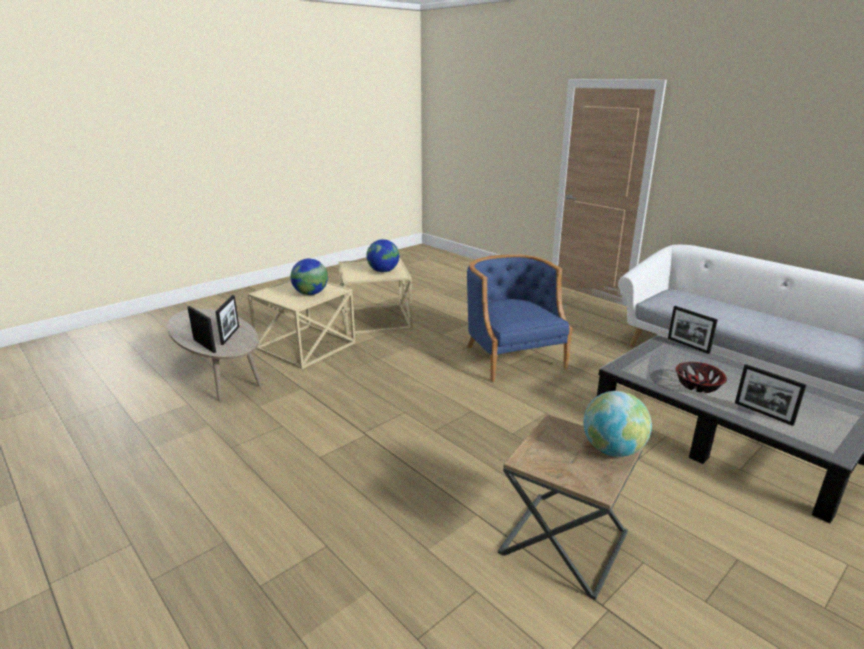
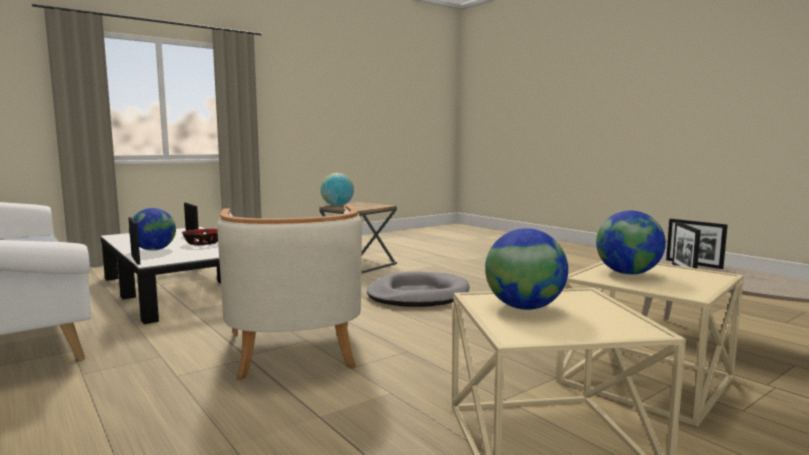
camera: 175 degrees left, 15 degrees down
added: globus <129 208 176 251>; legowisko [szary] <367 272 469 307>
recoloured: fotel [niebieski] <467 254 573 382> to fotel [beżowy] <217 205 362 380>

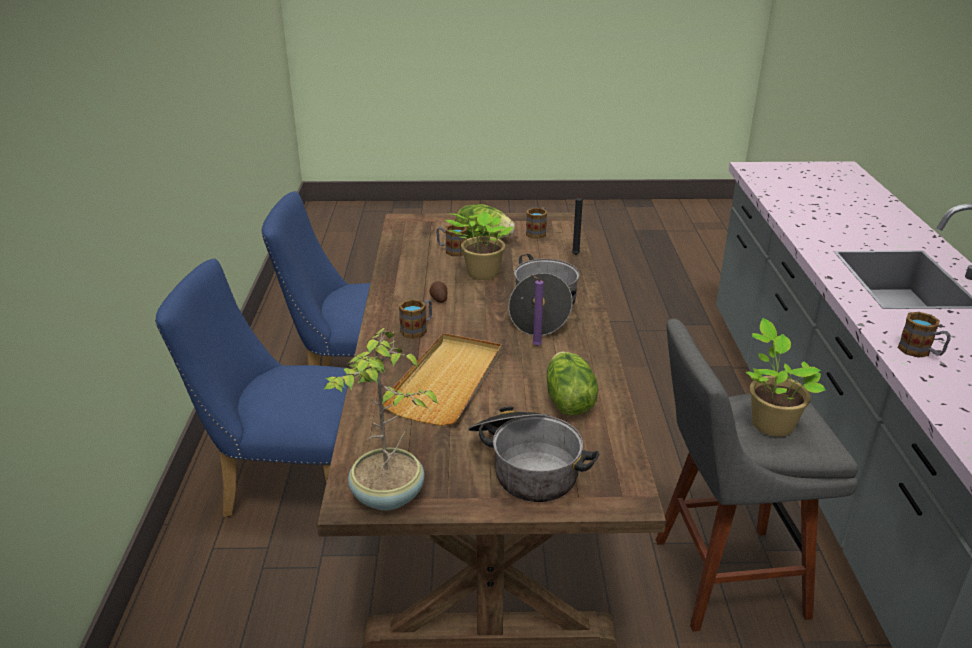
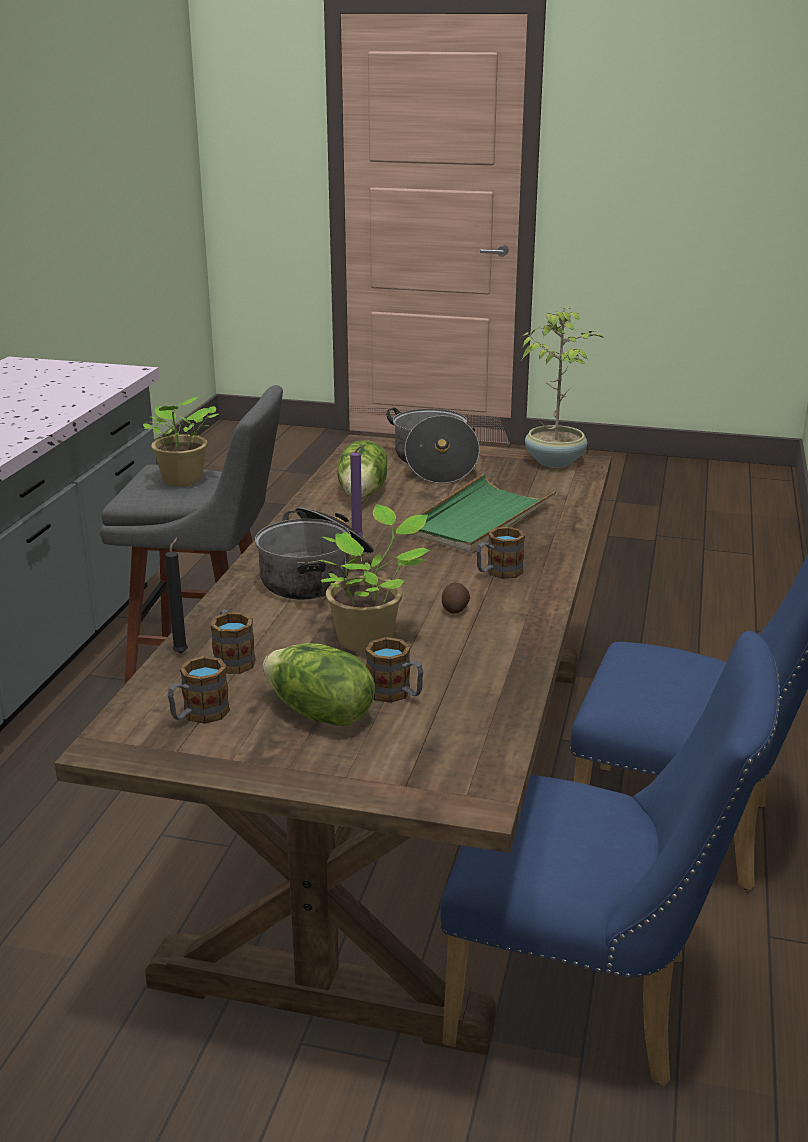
camera: 165 degrees left, 5 degrees down
moved: kubek <898 312 951 358> to <210 610 256 674>
recoloured: taca [beżowy] <383 333 502 426> to taca [zielony] <406 474 556 554>

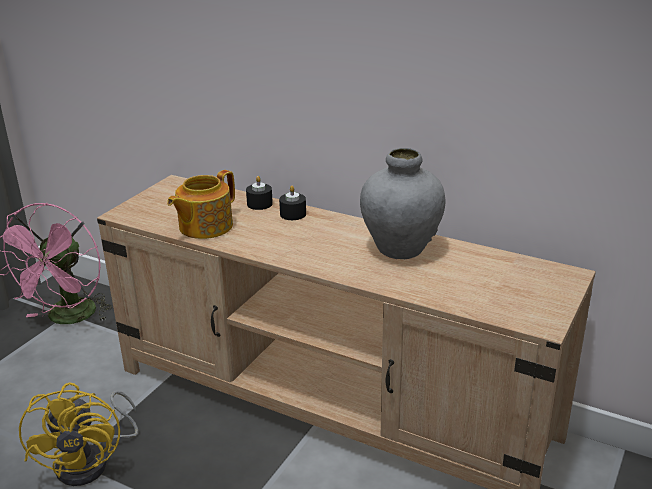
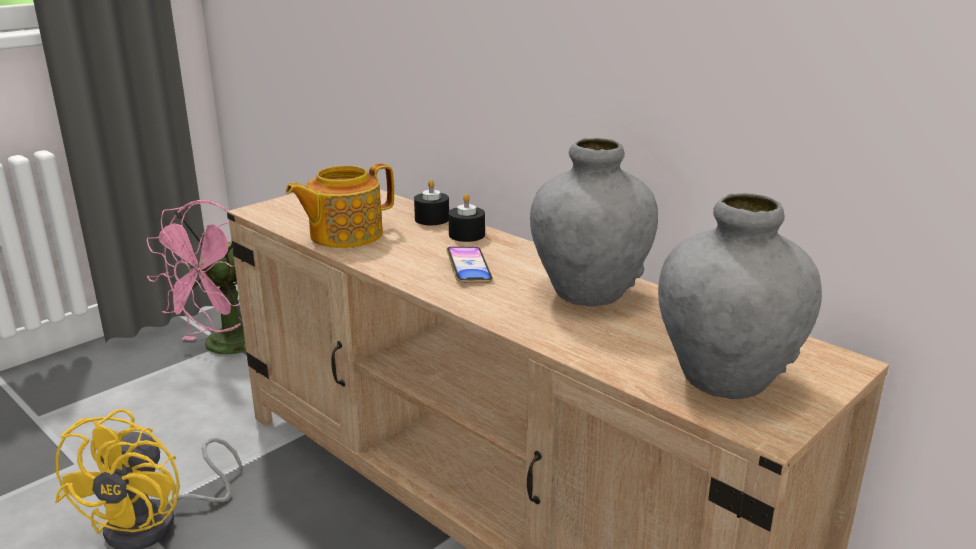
camera: 15 degrees right, 5 degrees down
added: wazon [szary] <658 193 822 399>; telefon <447 247 493 283>

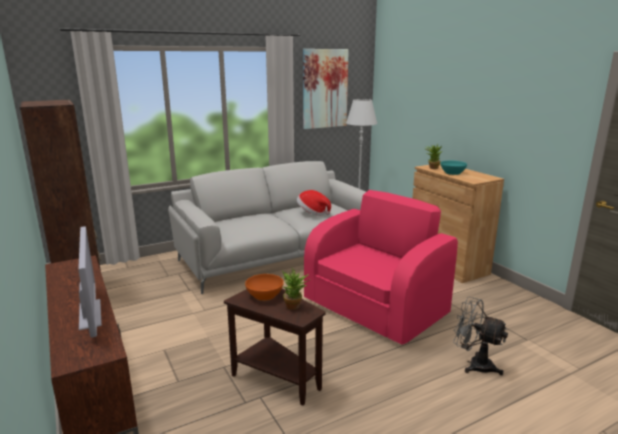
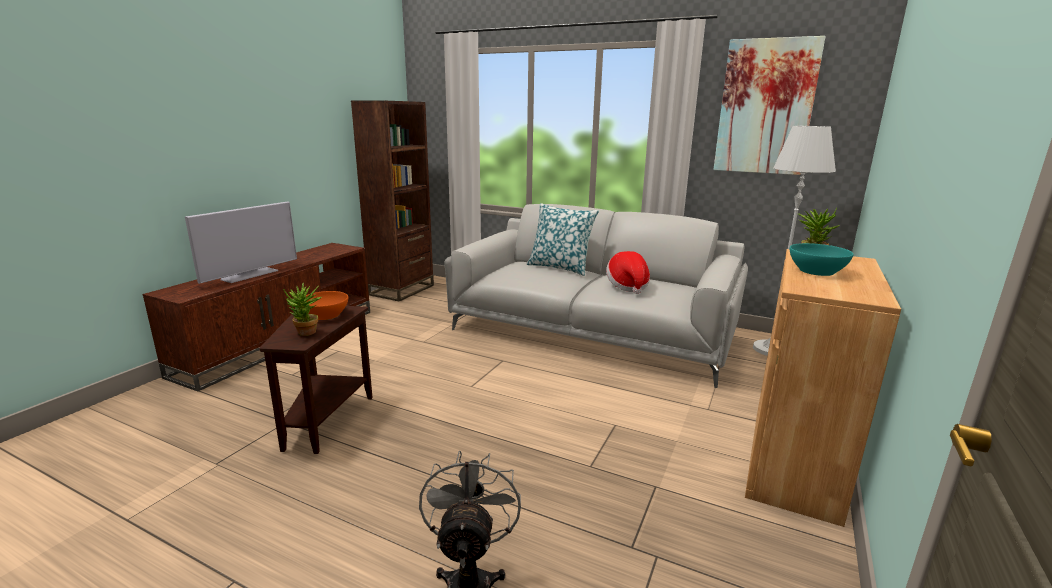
camera: 55 degrees right, 0 degrees up
removed: fotel [różowy] <304 190 458 345>
added: poduszka <527 203 599 276>

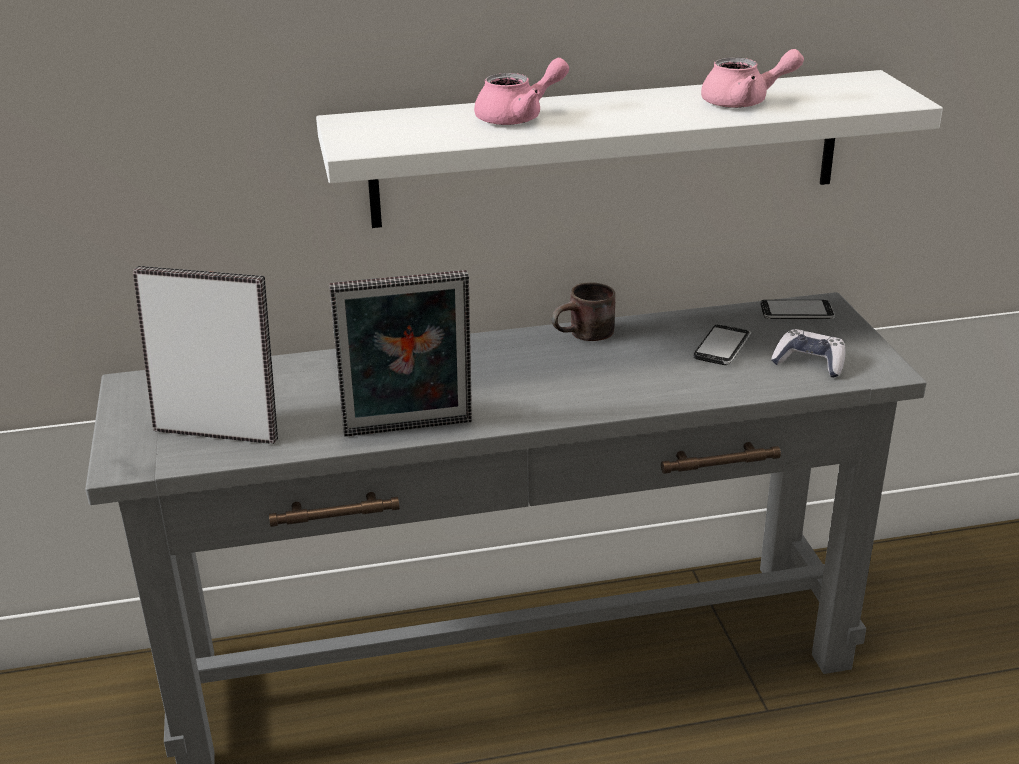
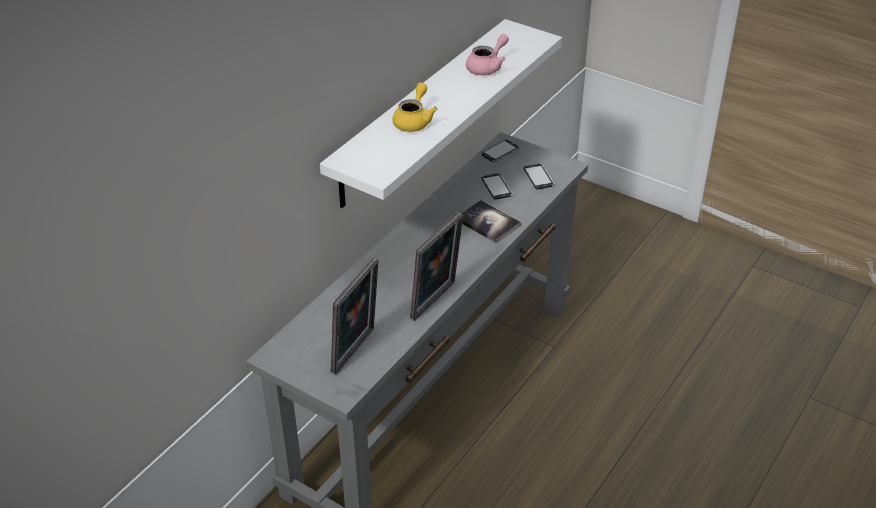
camera: 45 degrees left, 10 degrees up
removed: kubek [brązowy] <551 282 615 341>
added: książka <461 200 521 243>
replaced: pad do gier <771 329 846 378> to telefon <524 163 554 189>
recoloured: imbryk [różowy] <474 58 569 125> to imbryk [żółty] <392 83 438 132>
turned: ramka na zdjęcie <133 266 278 444> = <331 258 379 375> 150 degrees clockwise

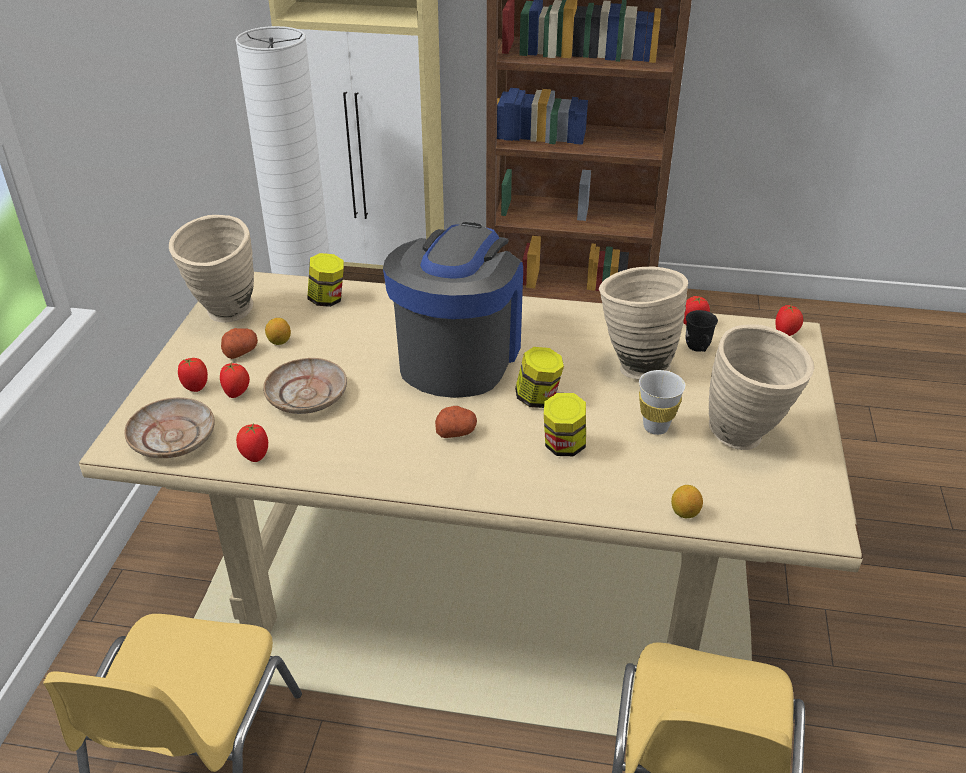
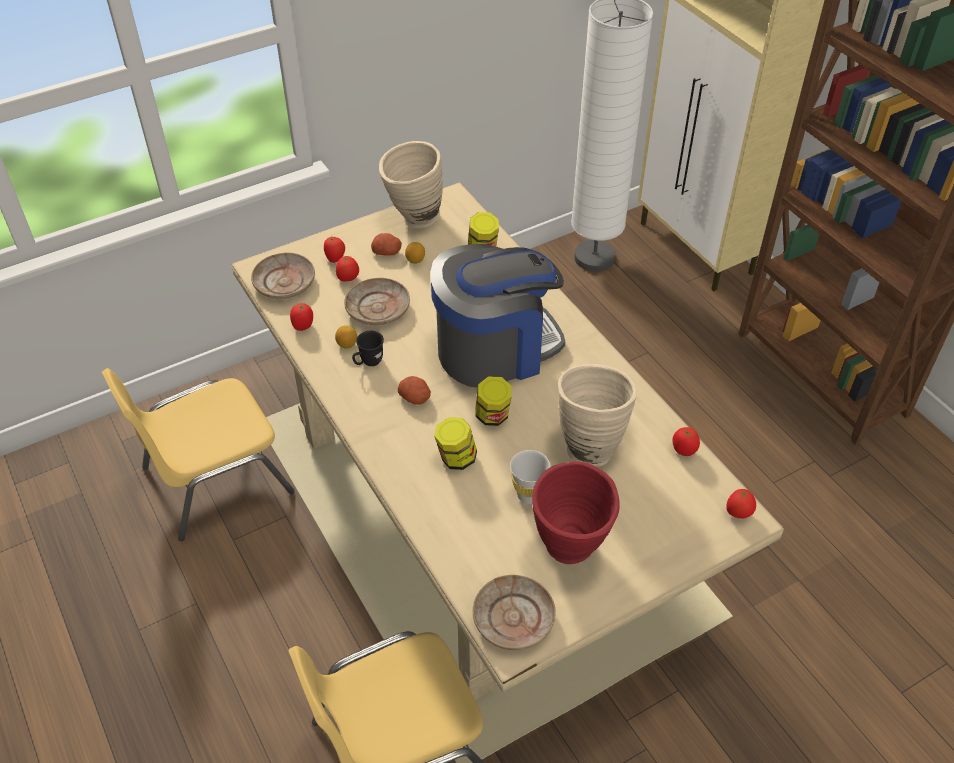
camera: 50 degrees right, 10 degrees up
added: talerz [beżowy] <473 575 556 650>
moved: kubek [czarny] <686 310 718 352> to <352 331 384 366>; cytryna <671 485 703 518> to <335 325 357 348>
recoloured: wazon [beżowy] <709 324 814 450> to wazon [czerwony] <532 461 620 564>

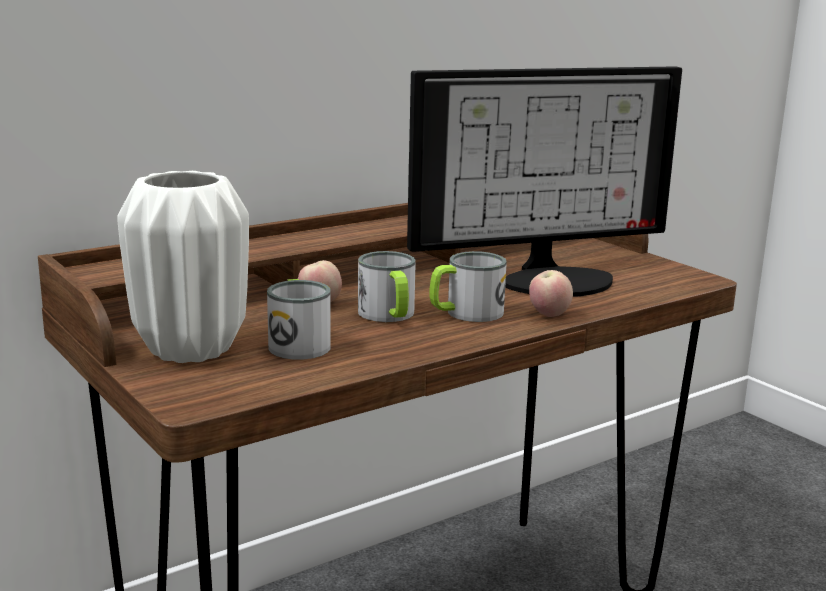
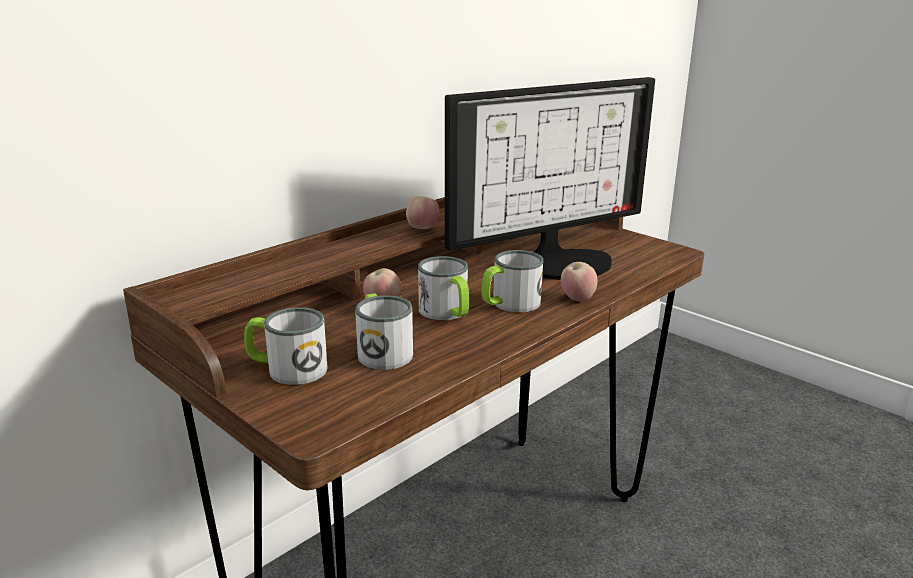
camera: 10 degrees left, 5 degrees up
added: jabłko <406 196 440 229>
replaced: wazon [biały] <117 171 249 363> to kubek <244 307 328 385>

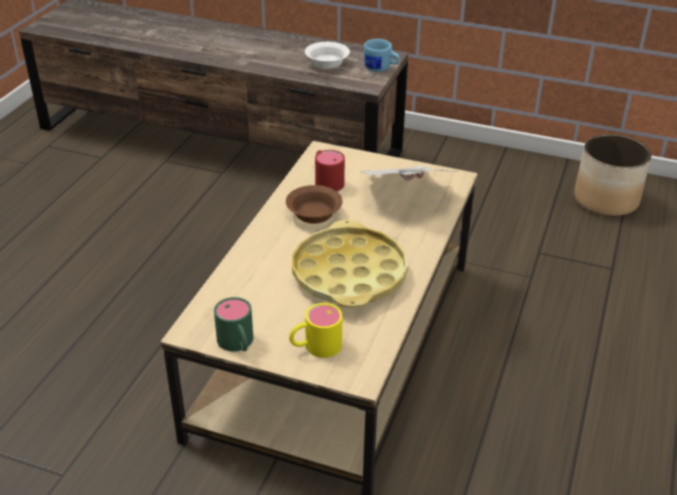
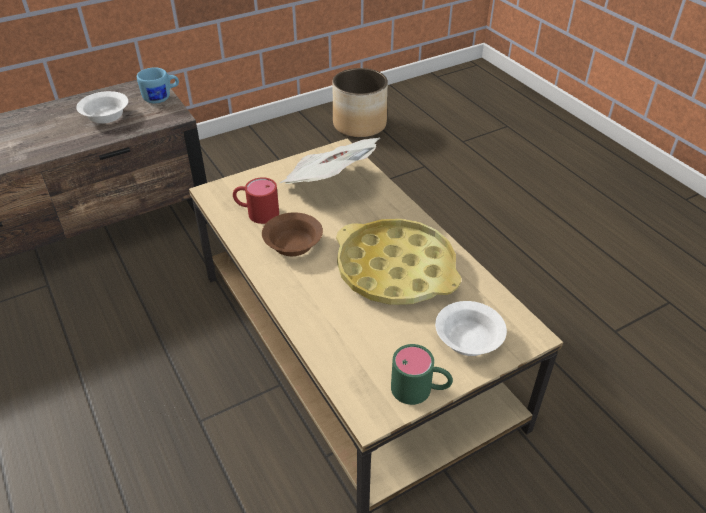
camera: 50 degrees left, 5 degrees up
replaced: kubek [żółty] <289 303 342 358> to miska [biały] <435 301 507 356>

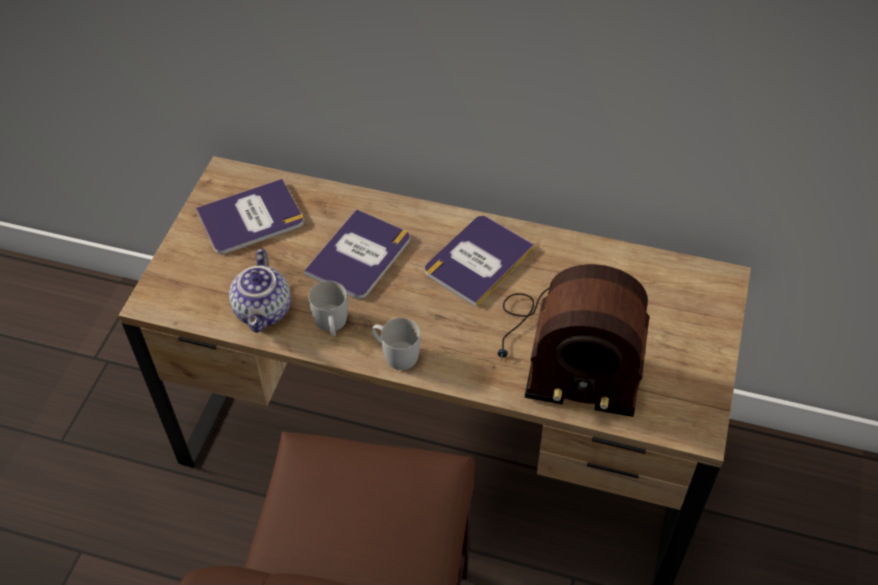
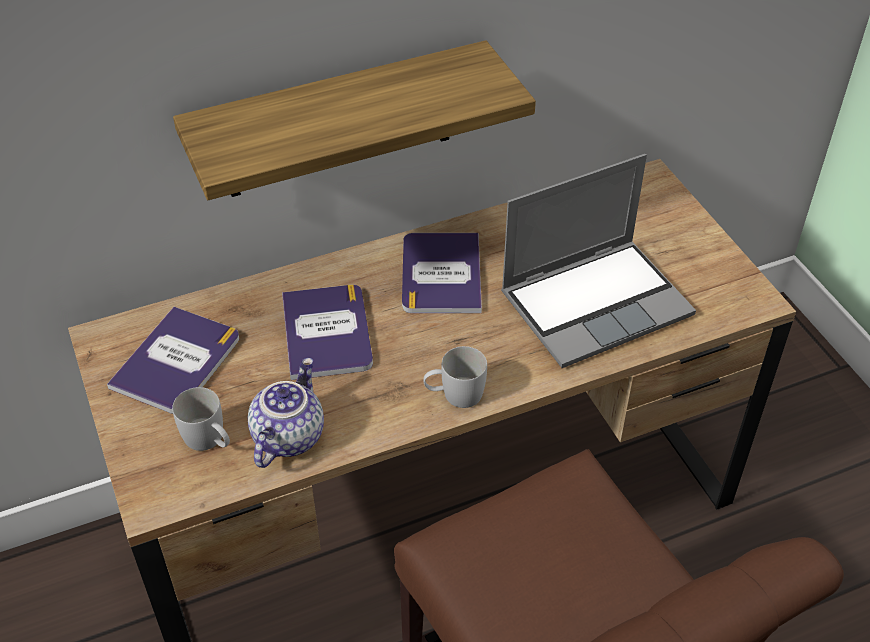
camera: 40 degrees left, 5 degrees down
added: półka <173 40 536 200>
moved: kubek [biały] <309 281 348 337> to <172 387 230 451>
replaced: radio <498 264 650 417> to laptop <501 154 696 368>
turned: imbryk <229 249 291 333> = <248 358 324 468> 120 degrees counterclockwise

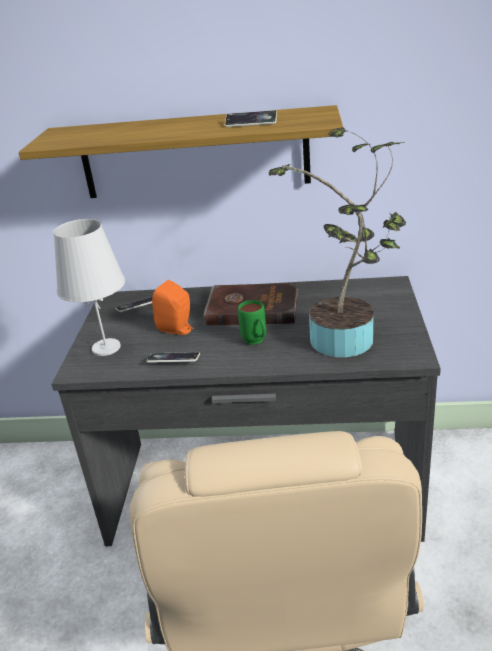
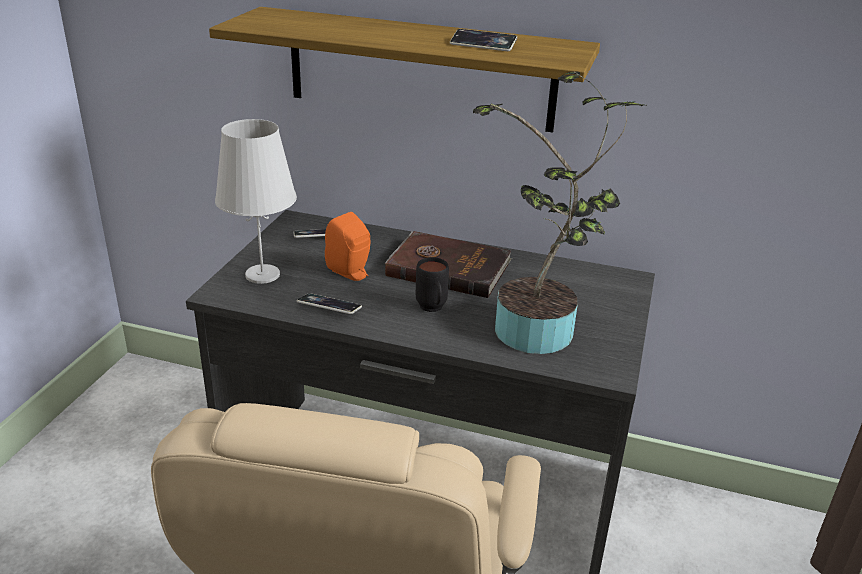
camera: 10 degrees right, 0 degrees up
recoloured: kubek [zielony] <238 300 266 345> to kubek [czarny] <416 257 449 312>

